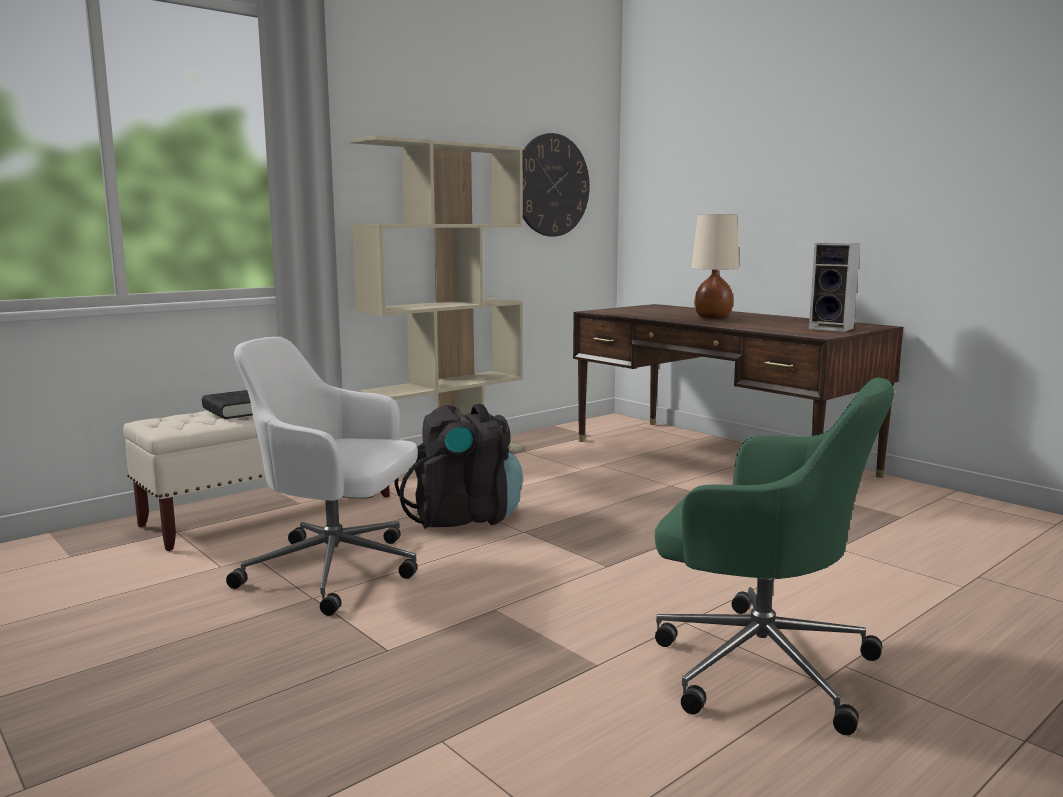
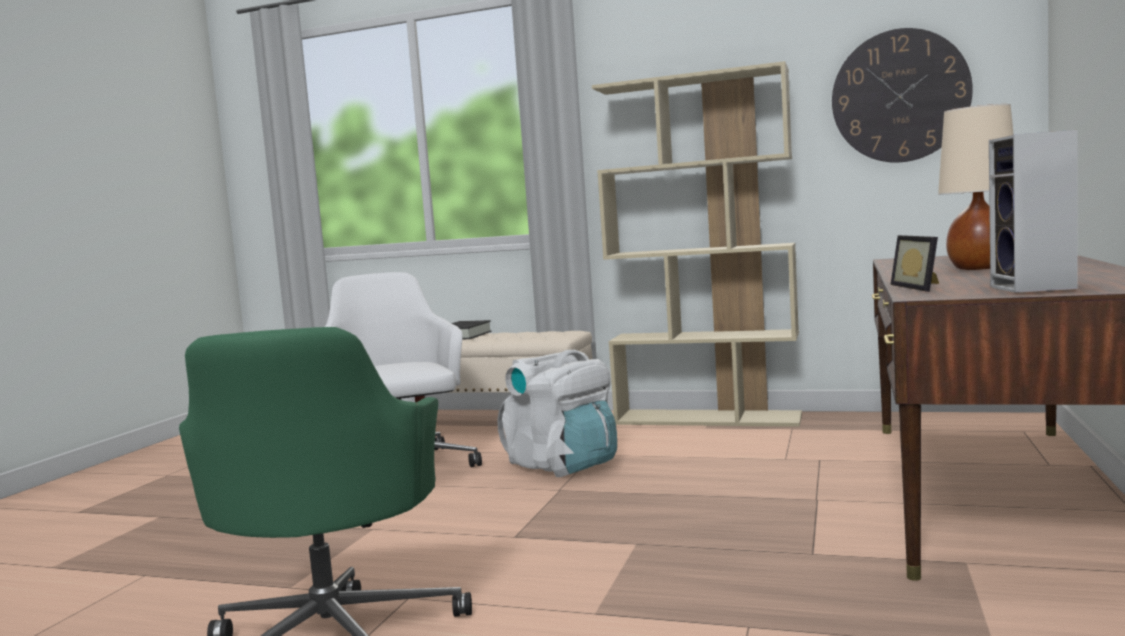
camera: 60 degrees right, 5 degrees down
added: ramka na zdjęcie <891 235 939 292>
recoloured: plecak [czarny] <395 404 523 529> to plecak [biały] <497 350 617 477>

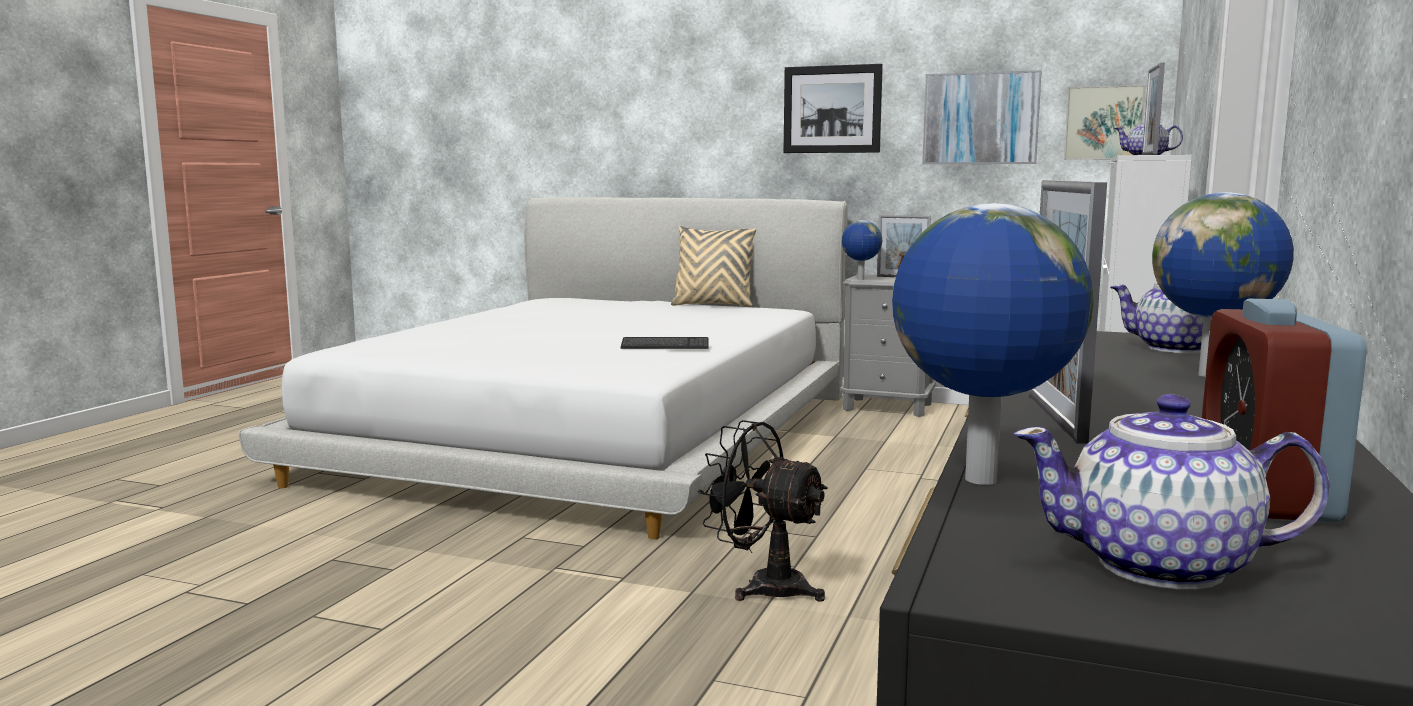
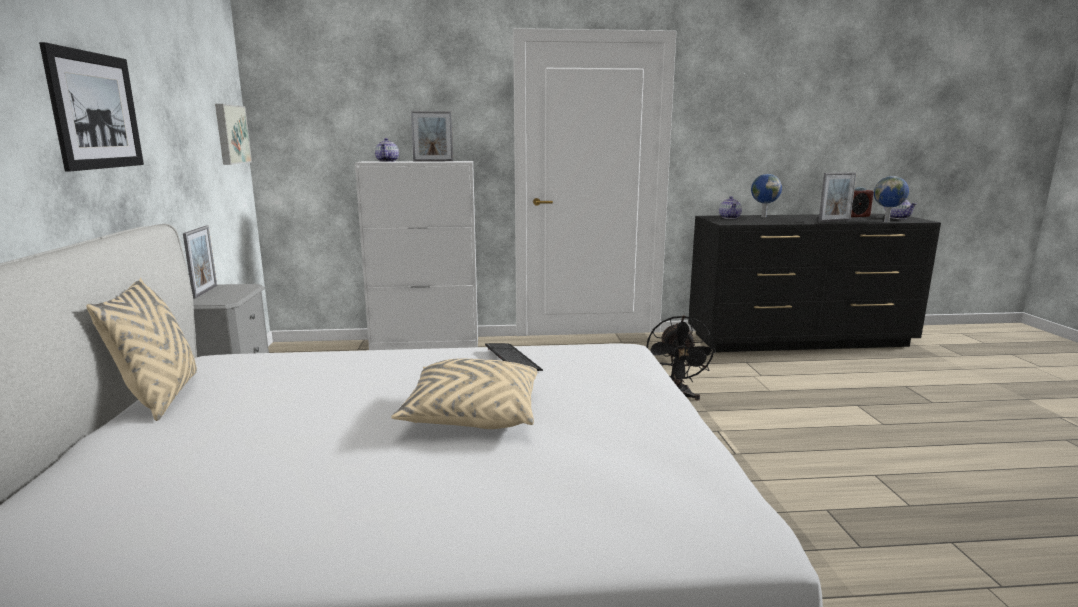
camera: 115 degrees left, 5 degrees up
removed: obraz <922 70 1042 164>; globus <842 220 882 280>
added: poduszka [beżowy] <391 358 537 429>

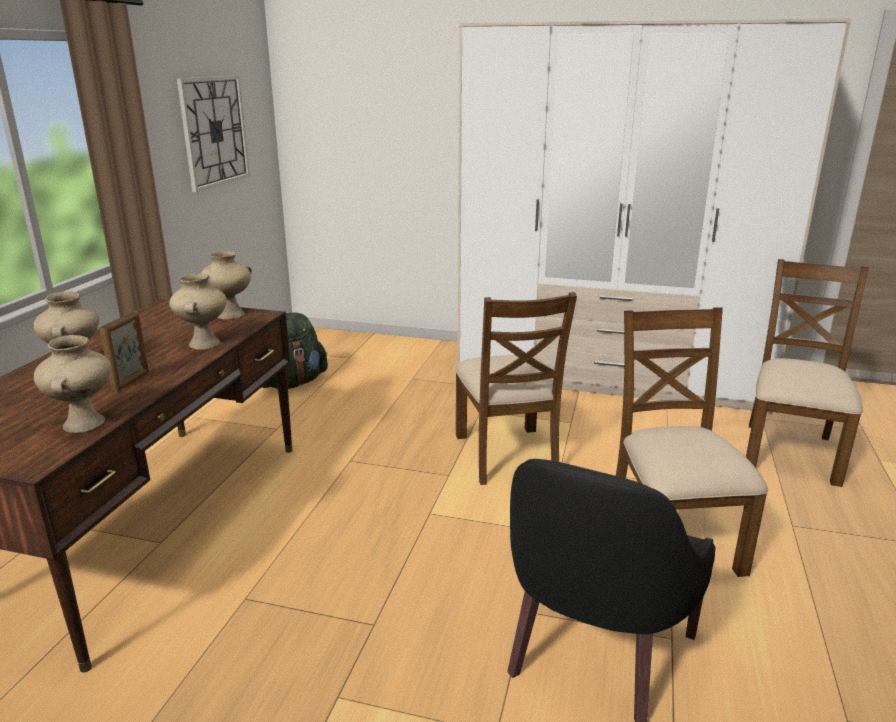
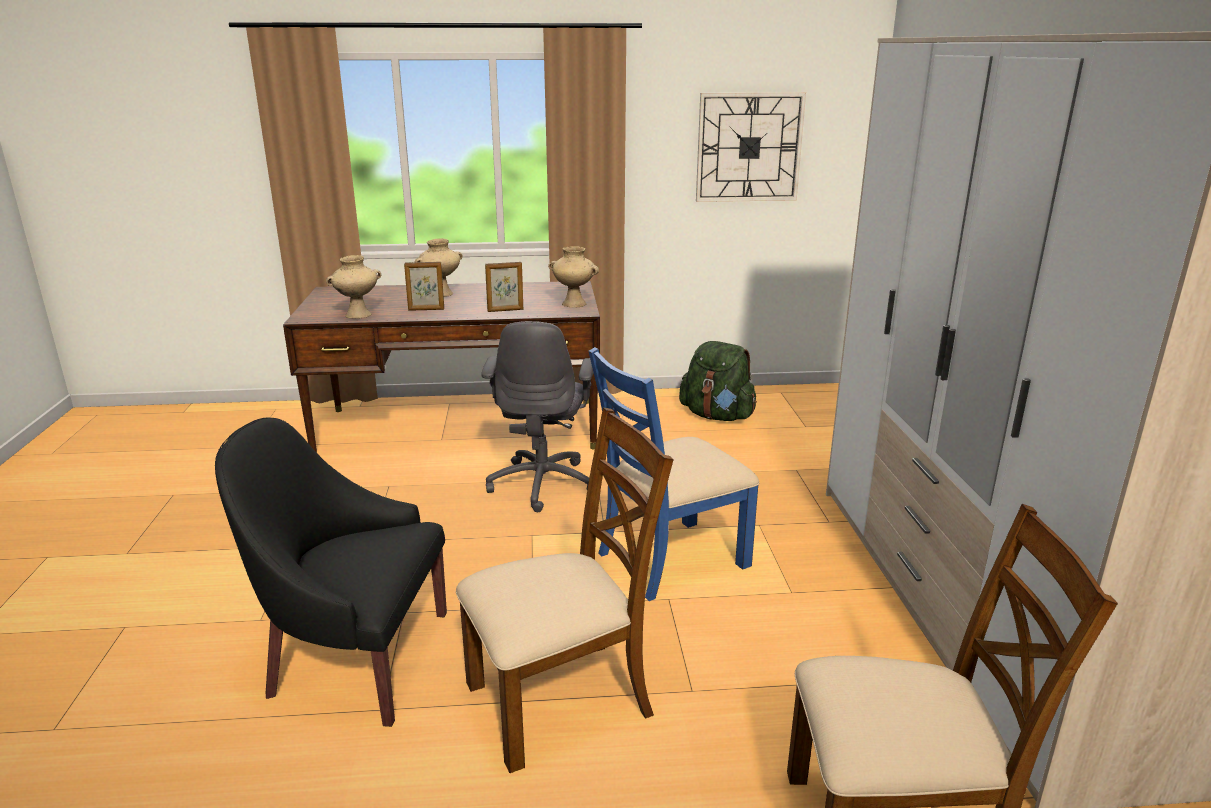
camera: 70 degrees right, 0 degrees up
added: krzesło biurowe [szary] <481 321 594 512>
replaced: wazon [beżowy] <169 274 227 350> to ramka na zdjęcie <485 262 523 312>
recoloured: krzesło [brązowy] <455 292 577 485> to krzesło [niebieski] <588 347 759 601>

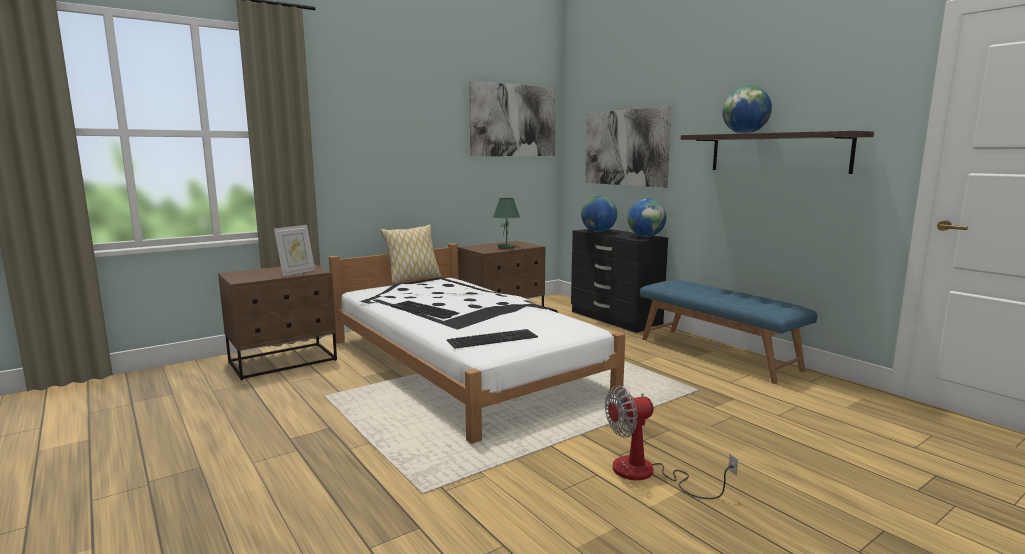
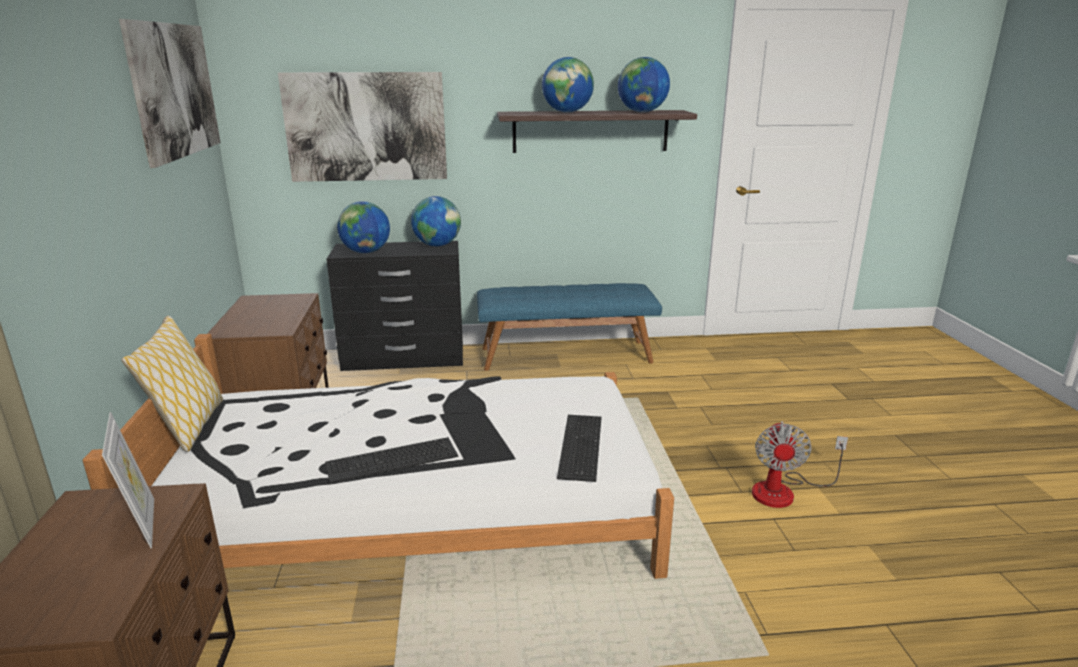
camera: 60 degrees left, 10 degrees up
removed: lampa stołowa [zielony] <493 198 520 249>
added: globus <618 57 670 112>

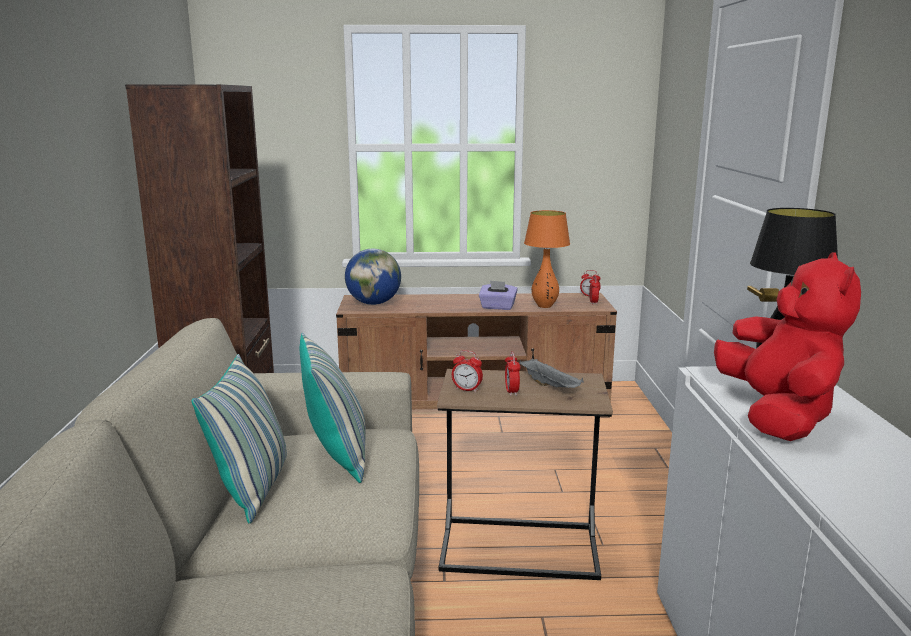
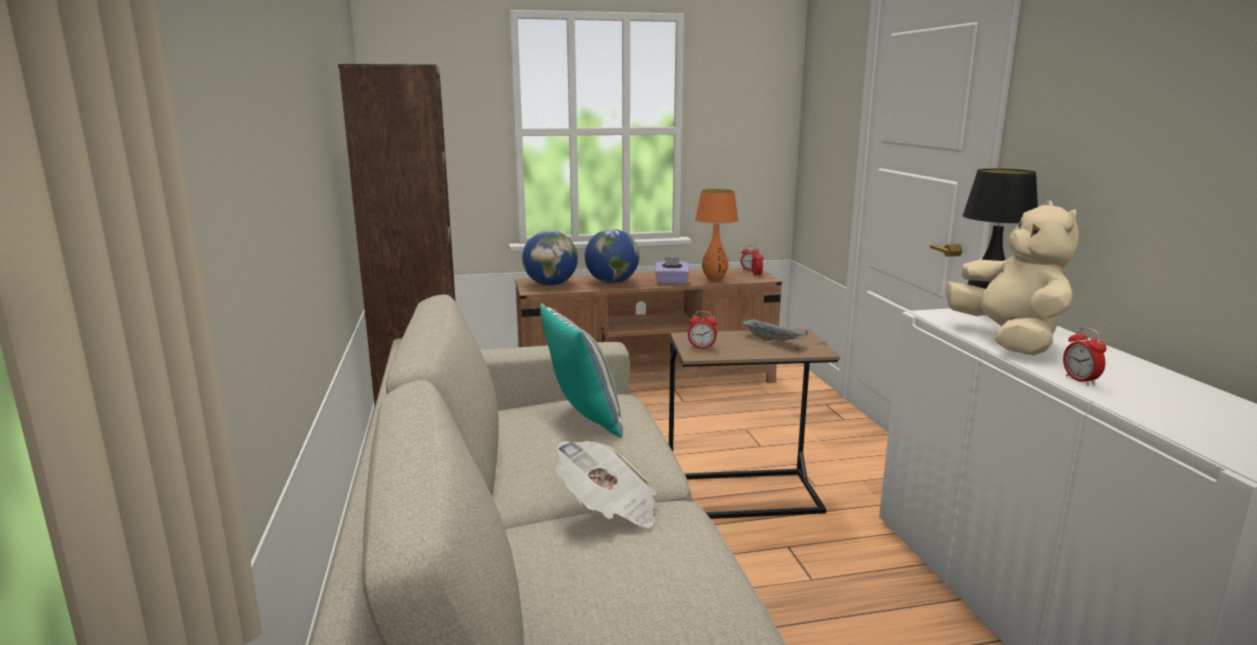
camera: 10 degrees left, 0 degrees up
removed: poduszka <192 354 287 523>
added: globus <585 229 639 284>; gazeta <556 441 657 528>
moved: budzik <505 351 521 396> to <1063 327 1107 385>
recoloured: pluszak [czerwony] <714 252 861 441> to pluszak [beżowy] <946 201 1079 356>

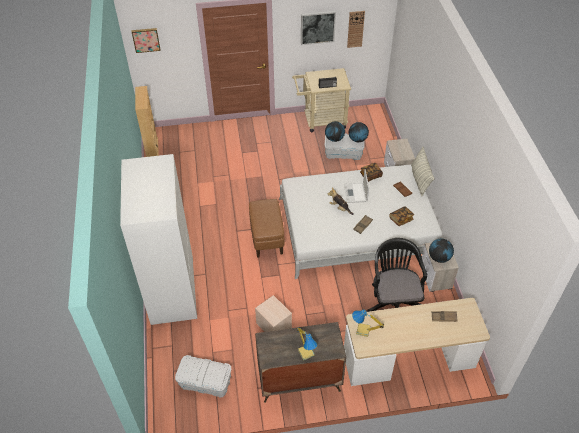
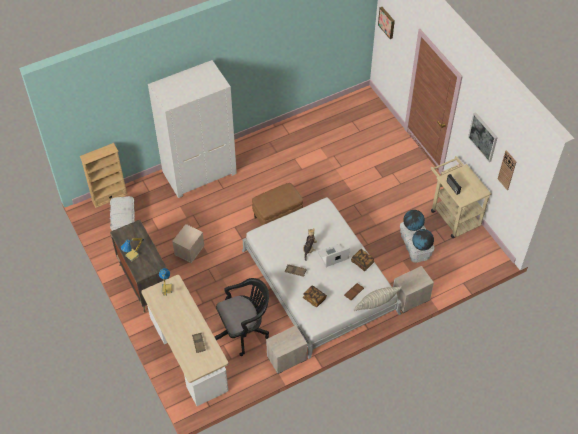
camera: 70 degrees right, 5 degrees up
removed: globus <429 239 454 263>
moved: regał [beżowy] <135 86 159 157> to <80 143 128 208>

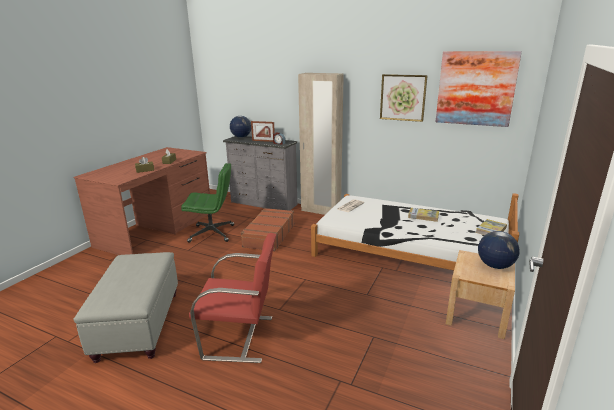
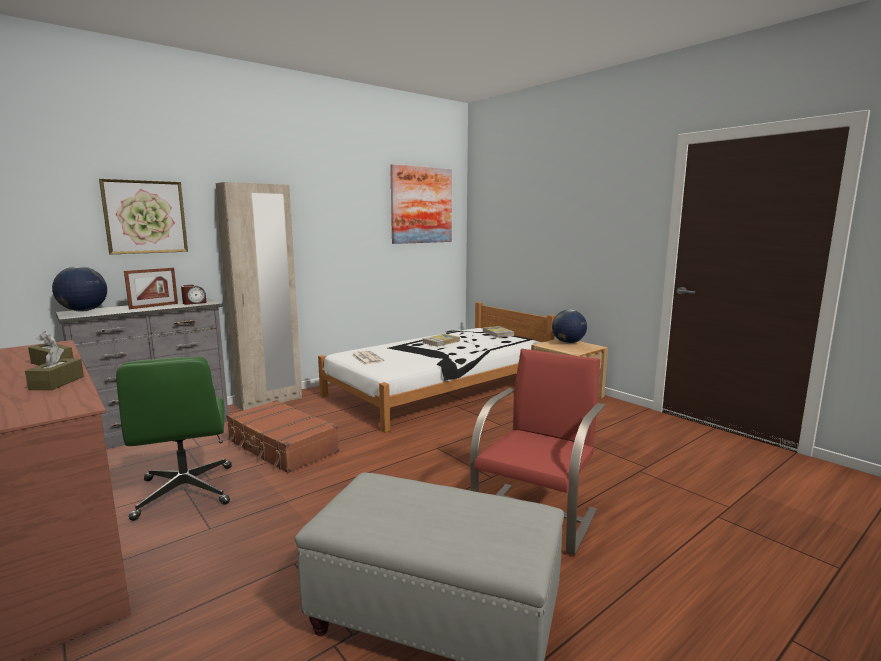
camera: 65 degrees left, 10 degrees down
moved: obraz <380 74 428 122> to <99 179 188 254>
turned: krzesło biurowe [zielony] <181 163 234 243> = <116 357 232 521> 135 degrees clockwise

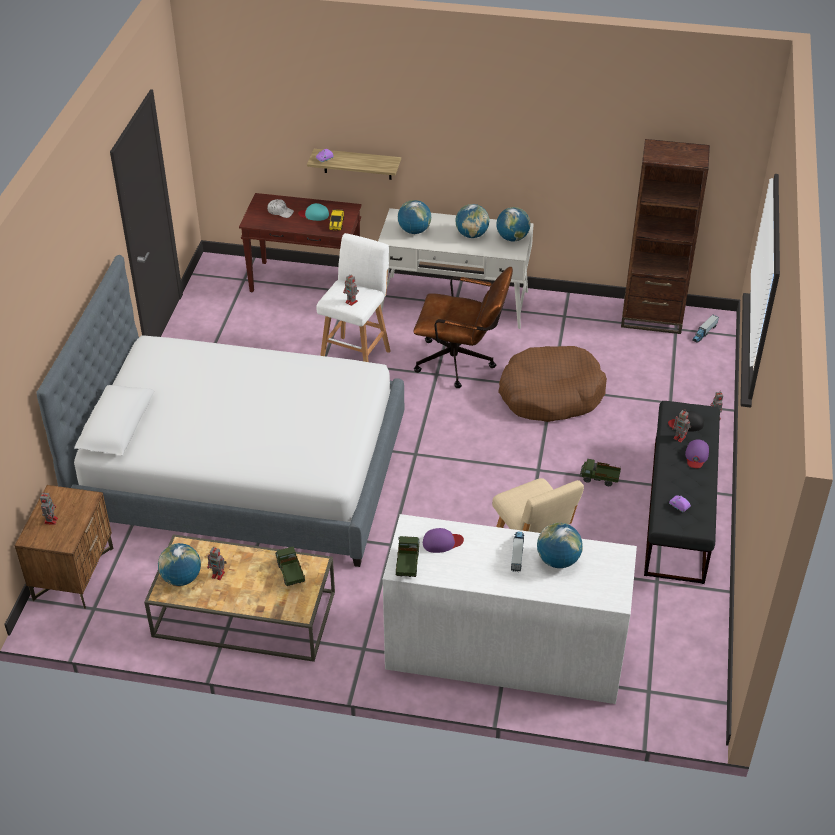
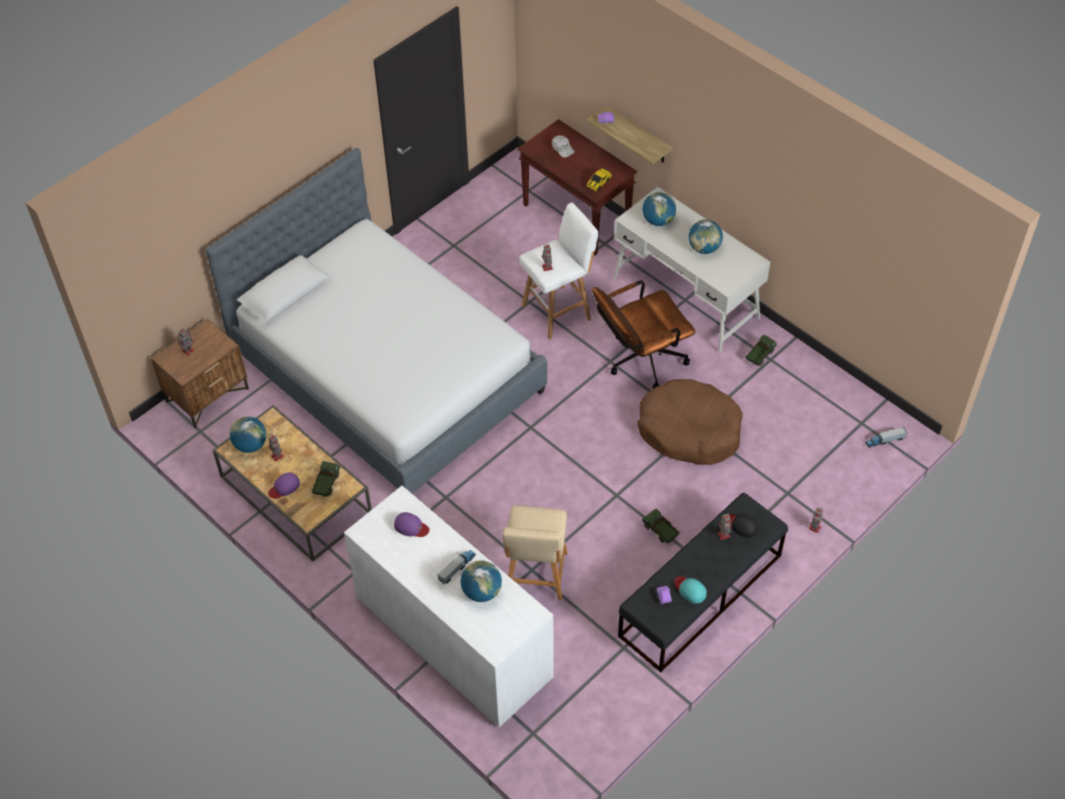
camera: 35 degrees right, 10 degrees up
removed: regał [brązowy] <621 139 710 334>; globus <496 207 531 241>
moved: czapka z daszkiem [turkusowy] <298 203 329 221> to <674 576 707 604>; czapka z daszkiem [fioletowy] <685 439 709 468> to <268 472 300 499>; ciężarówka zabawkowa <396 536 419 577> to <745 335 777 366>
turned: krzesło biurowe [brązowy] <413 267 513 388> = <592 280 695 389> 105 degrees clockwise

